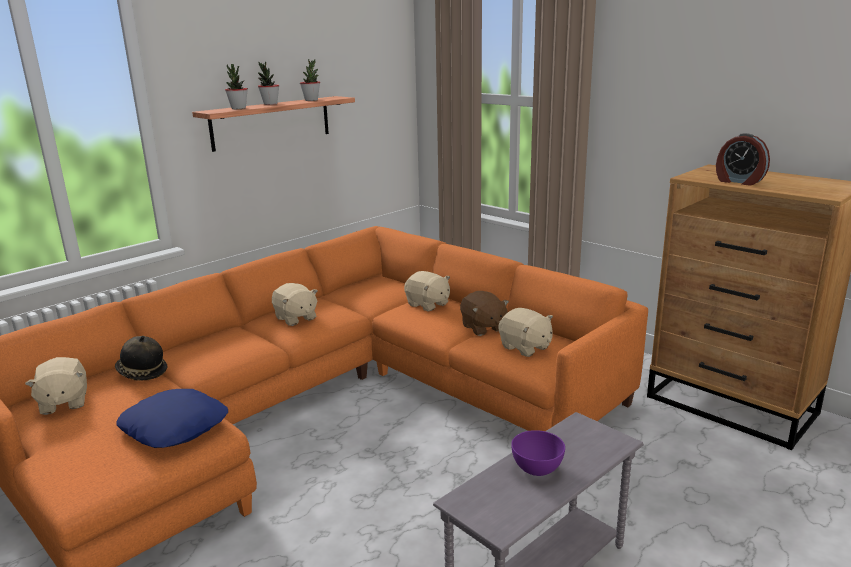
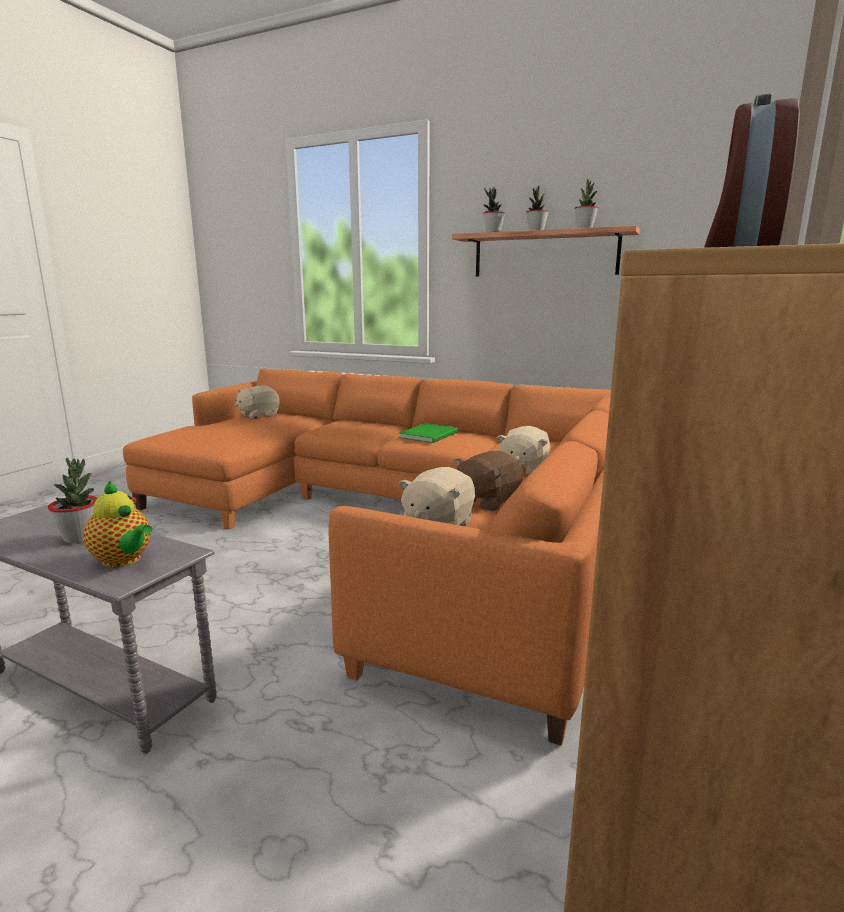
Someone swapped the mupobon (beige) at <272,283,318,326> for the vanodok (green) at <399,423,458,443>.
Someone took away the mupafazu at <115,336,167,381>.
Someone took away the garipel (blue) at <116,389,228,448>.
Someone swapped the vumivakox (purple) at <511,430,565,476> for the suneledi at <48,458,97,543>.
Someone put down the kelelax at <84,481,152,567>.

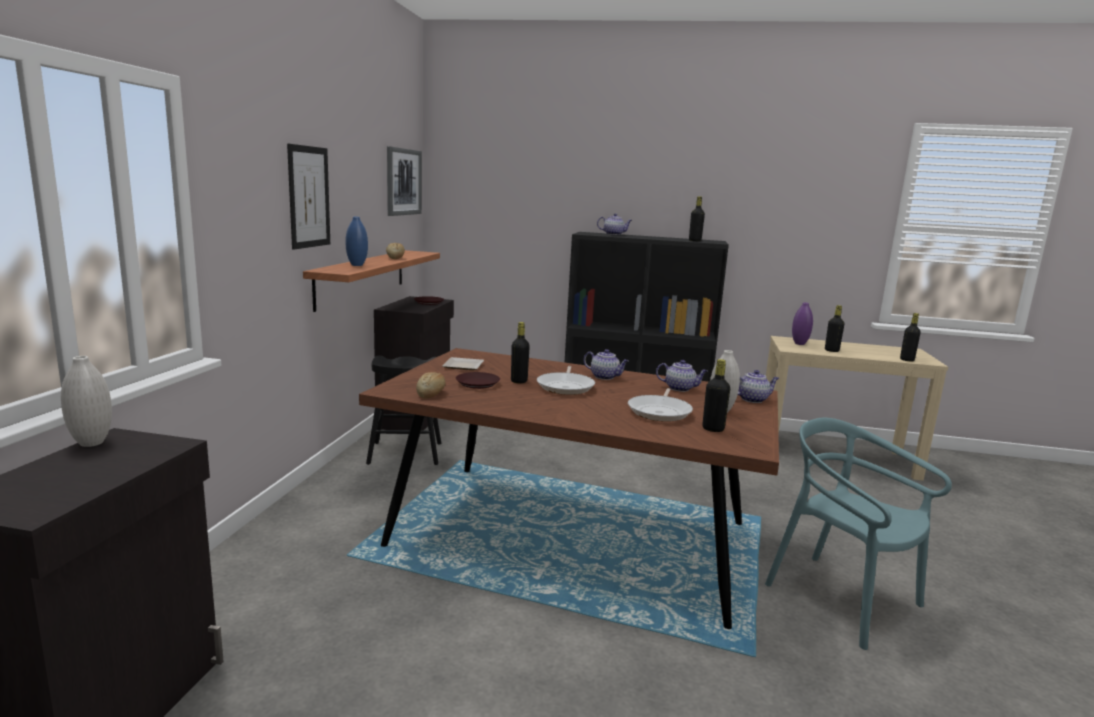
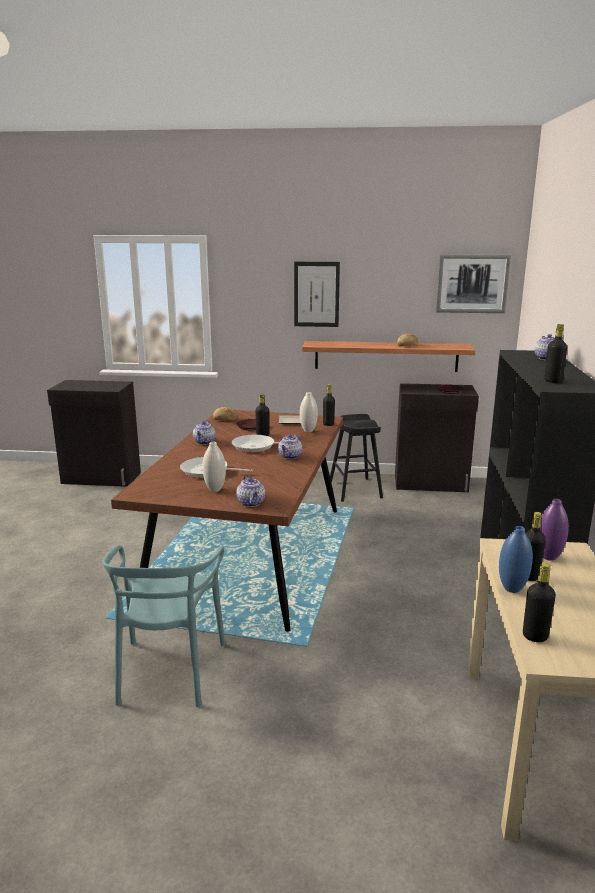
Someone carried the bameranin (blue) from <345,217,368,266> to <499,526,533,593>.
Someone carried the bameranin (white) from <61,356,112,447> to <300,392,318,432>.
Someone carried the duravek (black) from <703,359,730,432> to <323,384,335,426>.
Someone carried the kelelax from <656,360,708,392> to <193,421,216,445>.
Someone rotated the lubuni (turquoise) at <765,418,952,650> by 135 degrees clockwise.

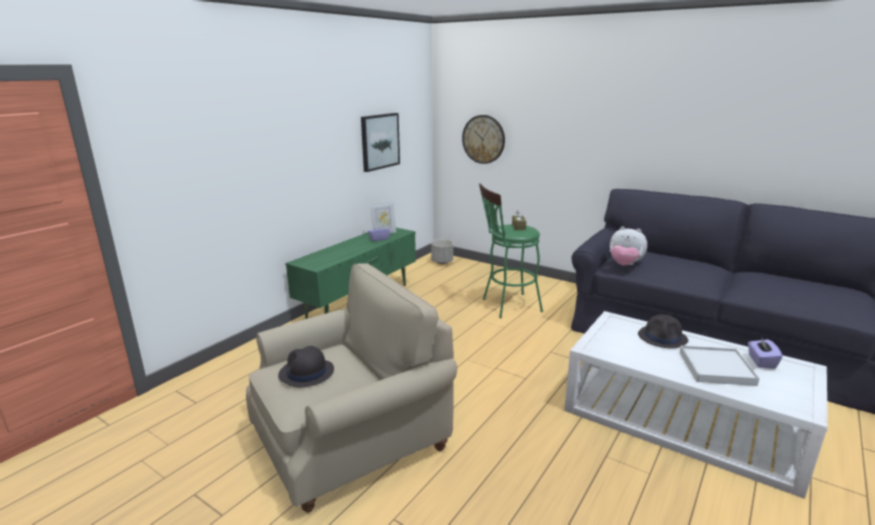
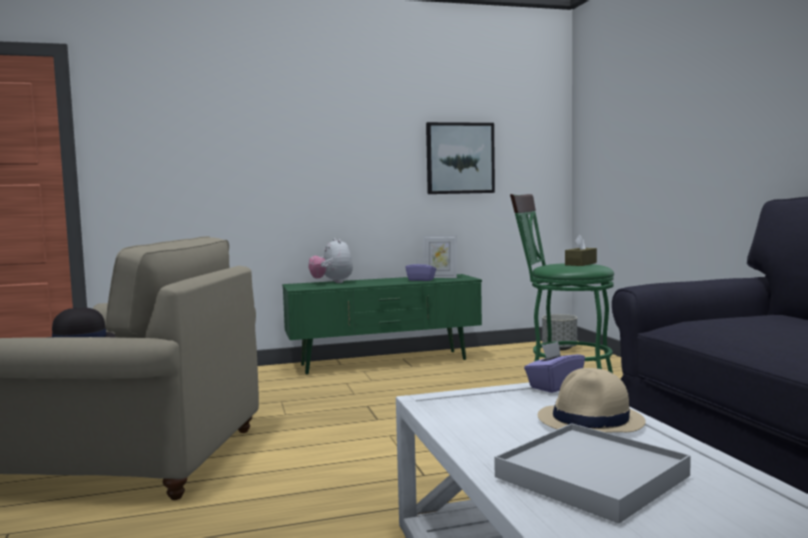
Someone took away the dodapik at <462,115,505,164>.
Someone carried the mupobon from <610,227,647,265> to <308,238,353,283>.
Someone repainted the mupafazu (black) at <638,314,688,349>, which became the mupafazu (beige) at <538,368,646,433>.
Someone carried the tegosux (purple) from <748,337,782,369> to <524,341,585,393>.

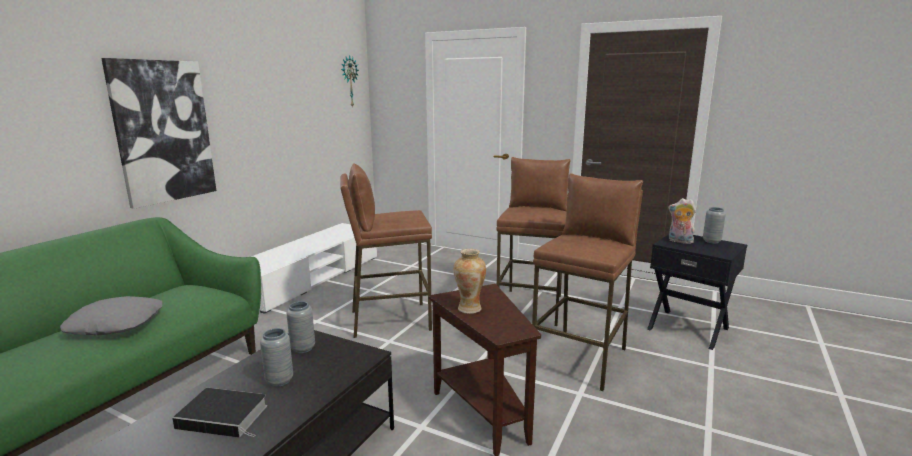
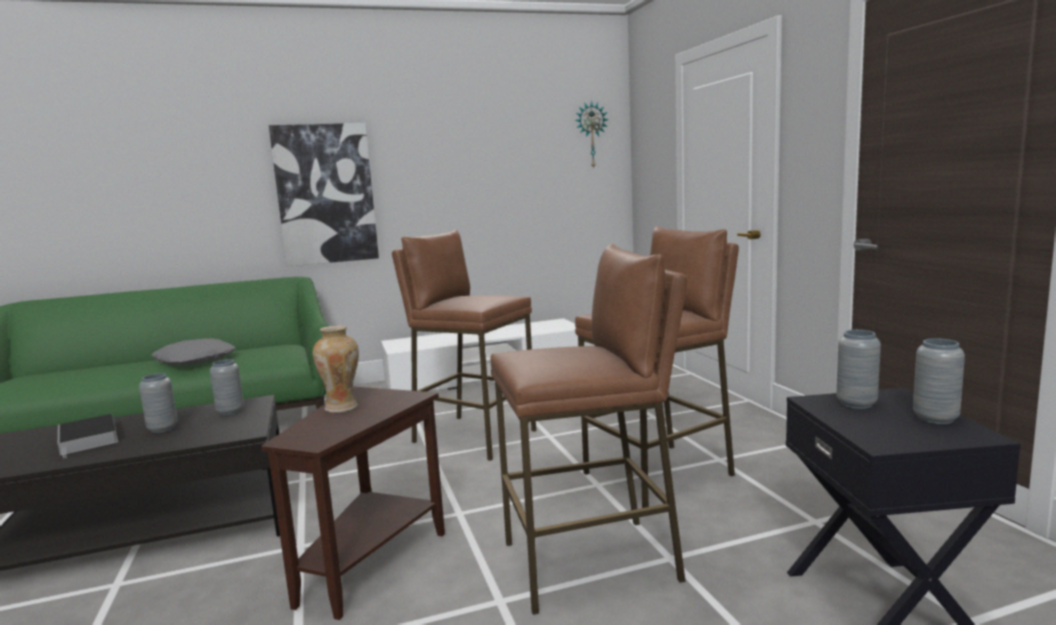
Someone swapped the mupobon at <668,198,696,244> for the bameranin (grey) at <836,330,881,409>.

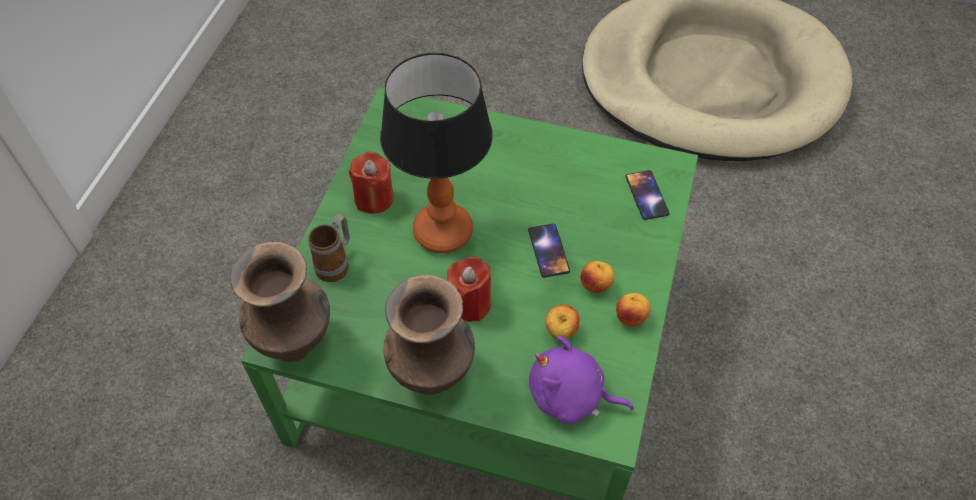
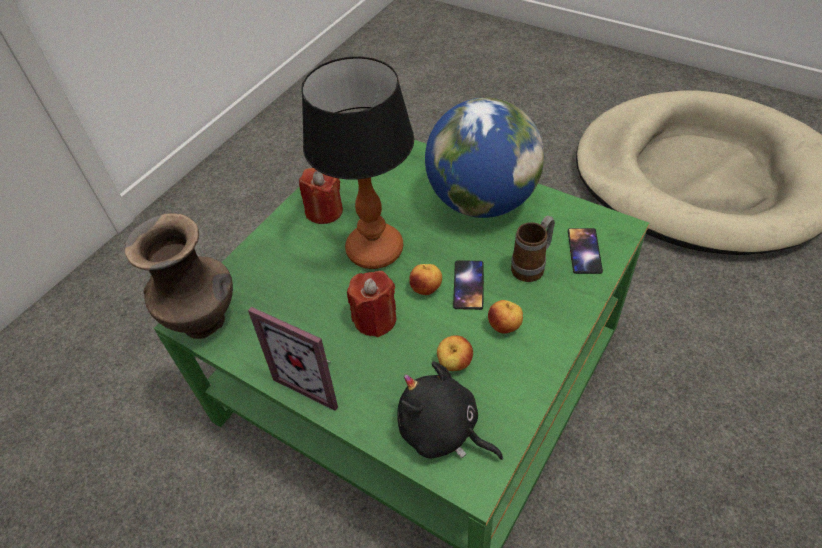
Someone carried the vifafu from <308,214,350,282> to <511,216,555,282>.
Someone swapped the bameranin (brown) at <383,275,475,395> for the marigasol at <248,307,338,411>.
Someone carried the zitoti from <616,293,651,326> to <409,264,442,295>.
Someone repainted the mupobon (purple) at <529,336,634,424>, which became the mupobon (black) at <397,361,503,460>.
Someone put down the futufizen at <425,97,544,218>.

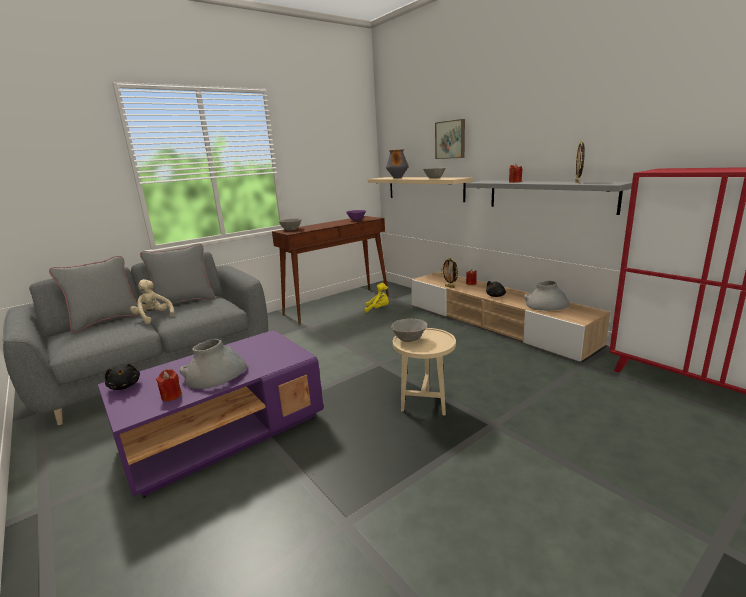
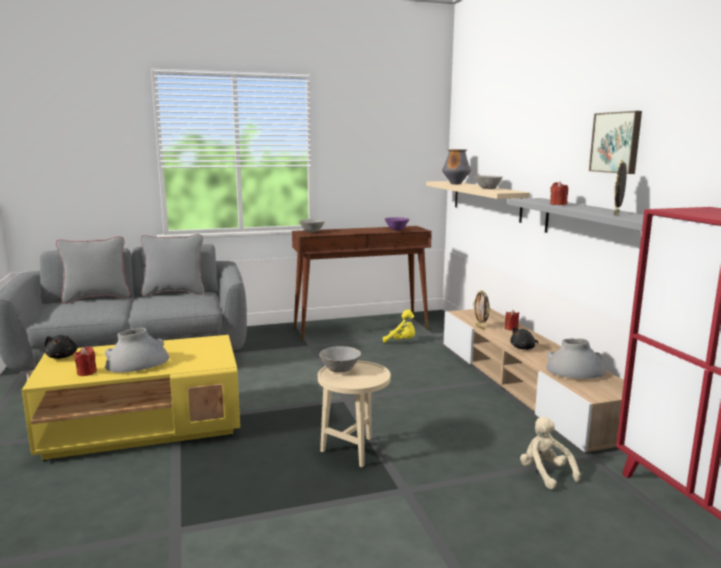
Someone carried the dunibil from <435,119,465,159> to <589,111,642,174>.
Someone carried the mupobon (beige) from <130,279,175,324> to <520,417,581,489>.
Someone repainted the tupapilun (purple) at <98,330,324,498>, which became the tupapilun (yellow) at <22,335,240,461>.

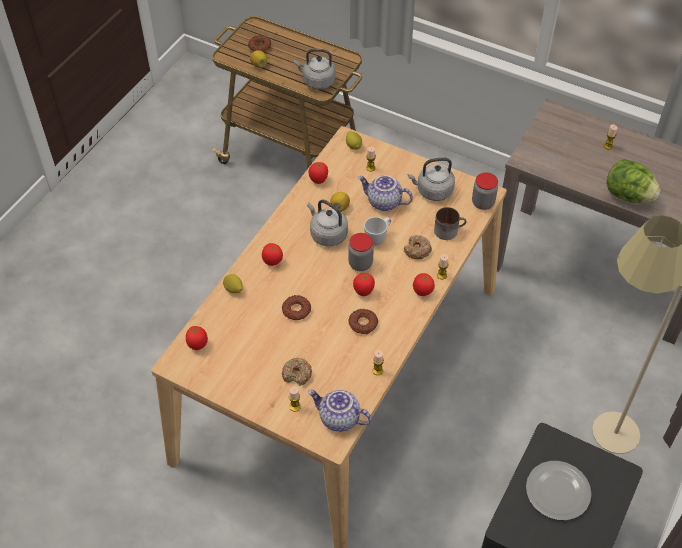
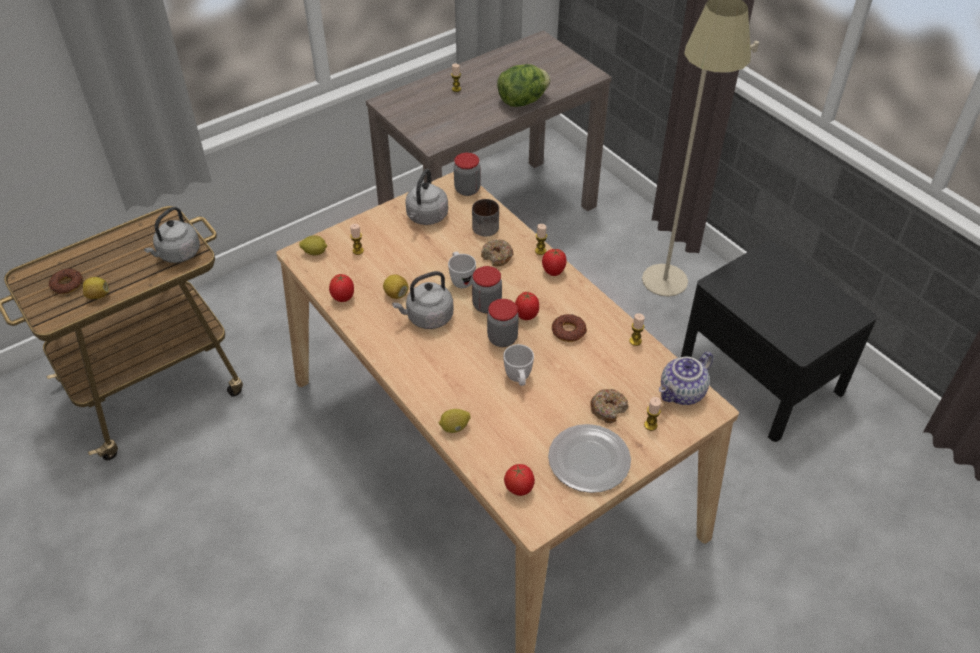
Someone took away the kelelax at <358,175,413,211>.
Someone took away the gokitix at <262,243,283,266>.
Someone swapped the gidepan at <282,295,311,320> for the vifafu (white) at <503,344,534,386>.
Someone carried the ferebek from <526,461,591,520> to <548,424,631,493>.
Someone put down the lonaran at <487,299,519,347>.

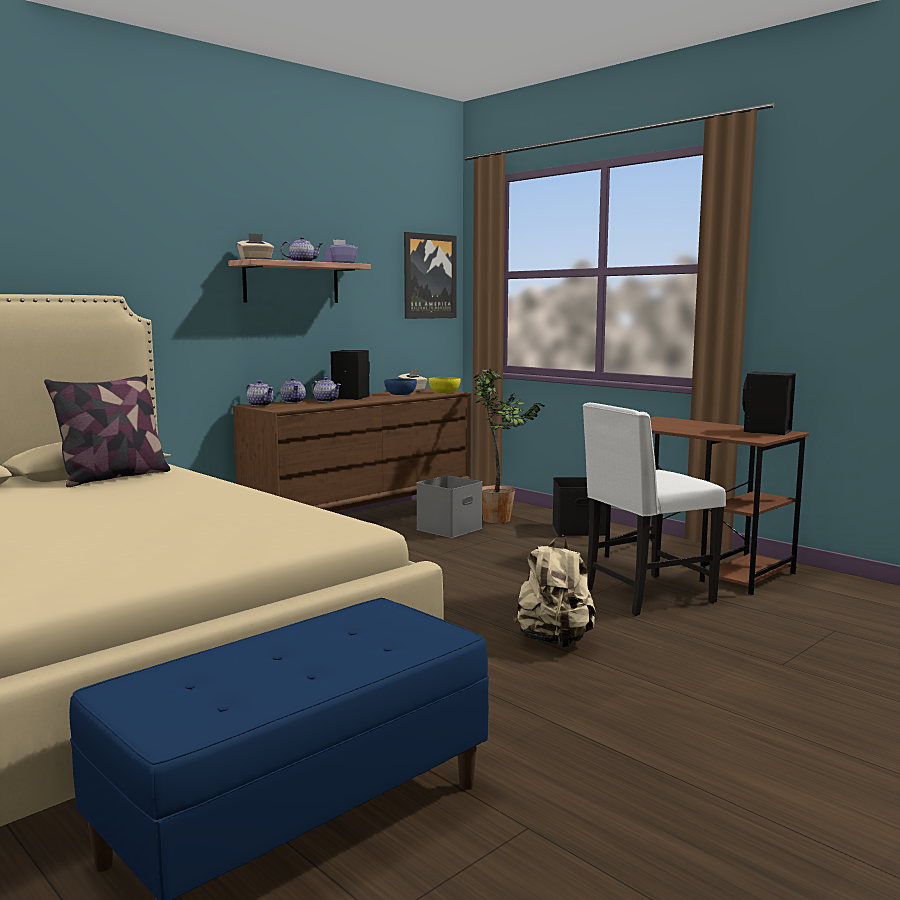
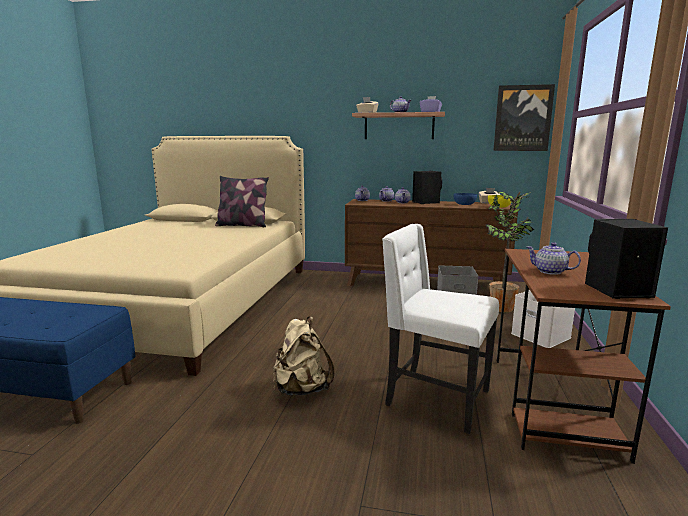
Someone repainted the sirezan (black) at <552,477,606,536>, which became the sirezan (white) at <511,290,575,348>.
Someone put down the kelelax at <526,242,581,275>.

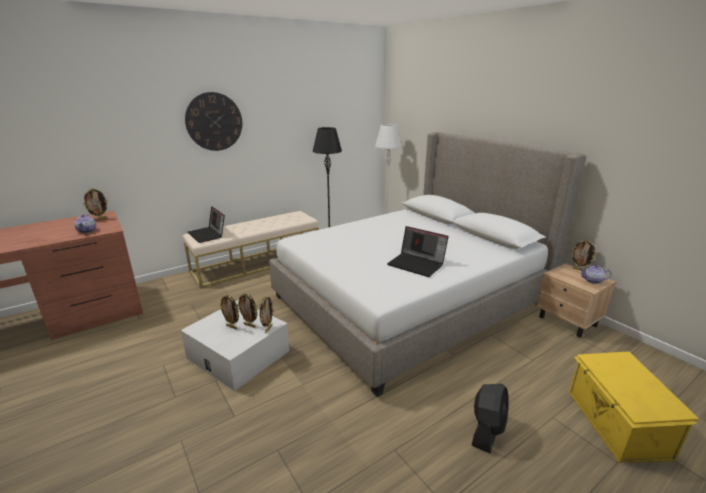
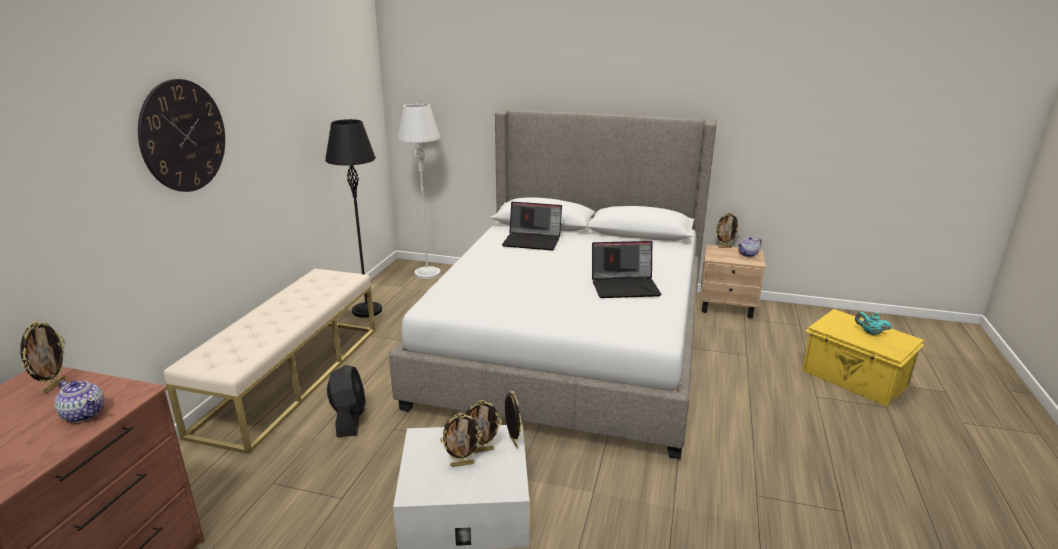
Someone carried the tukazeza from <188,206,225,243> to <502,202,562,250>.
Someone carried the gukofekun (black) from <471,384,508,453> to <327,365,366,437>.
Someone put down the kelelax (turquoise) at <855,312,892,335>.

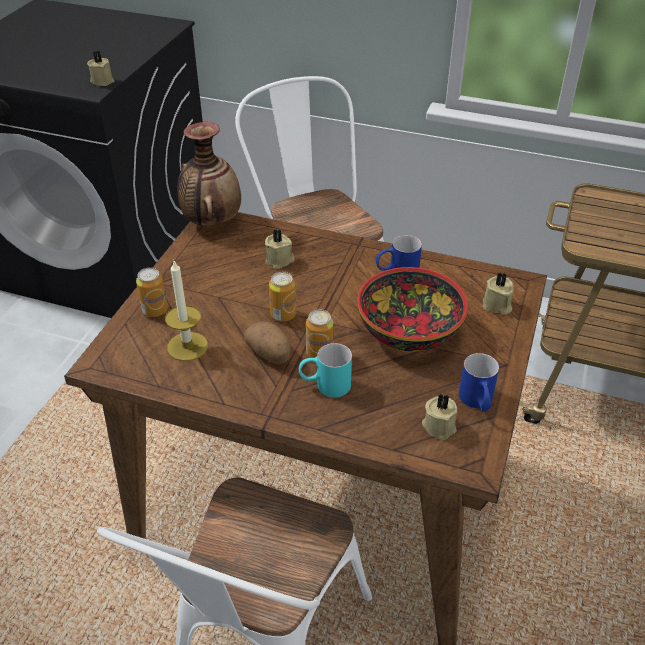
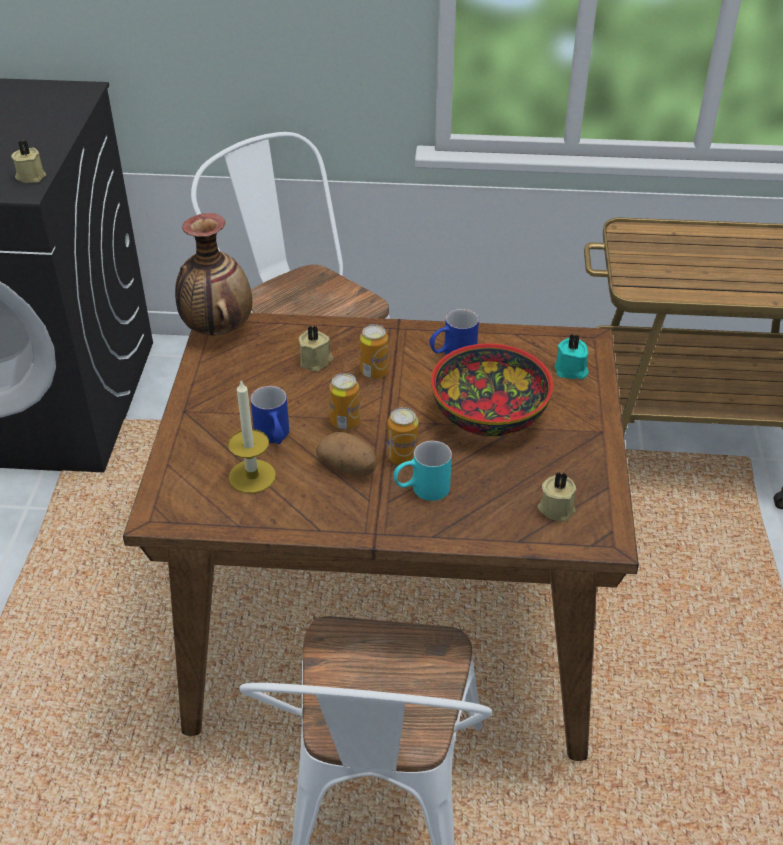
Someone carried the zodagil from <136,268,168,317> to <360,324,389,379>.
Someone repainted the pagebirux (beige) at <483,272,514,315>, which became the pagebirux (turquoise) at <554,334,589,379>.
Someone carried the vifafu (blue) from <459,353,499,412> to <250,386,289,444>.

